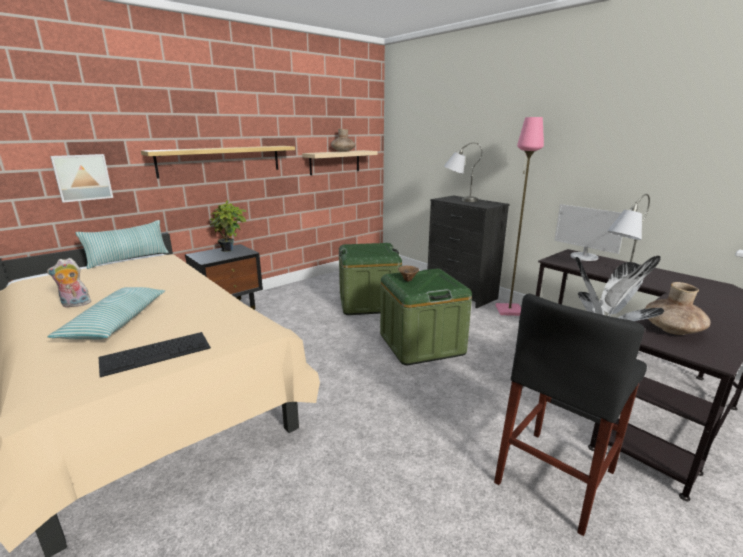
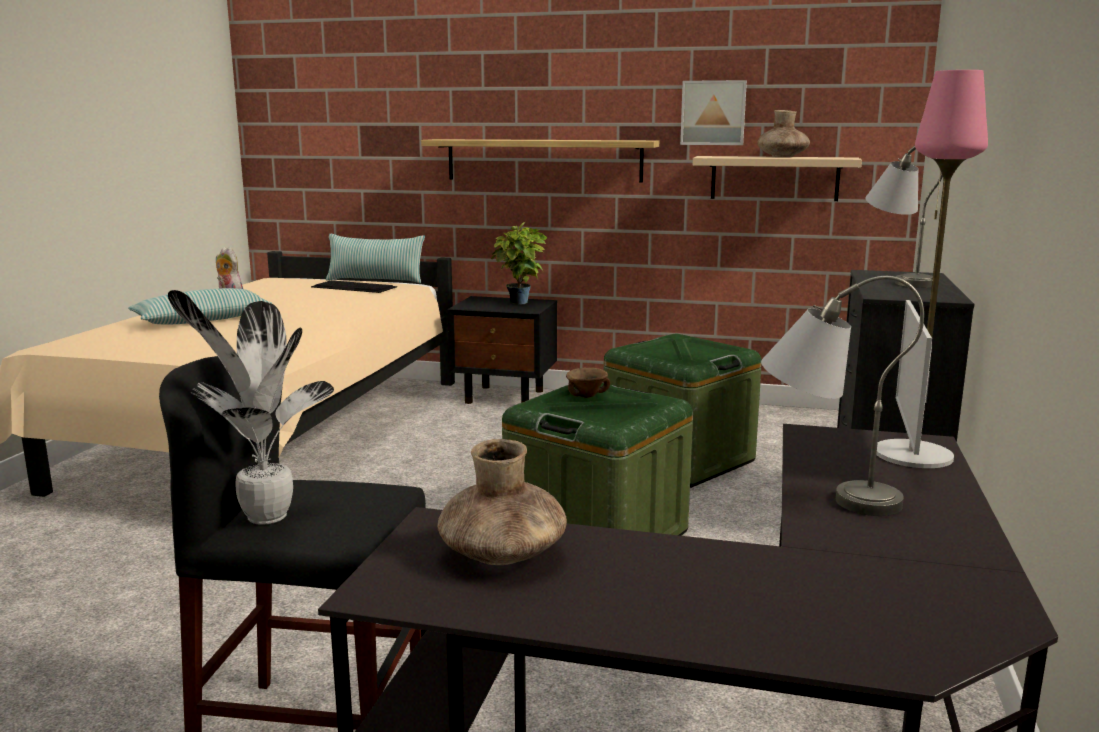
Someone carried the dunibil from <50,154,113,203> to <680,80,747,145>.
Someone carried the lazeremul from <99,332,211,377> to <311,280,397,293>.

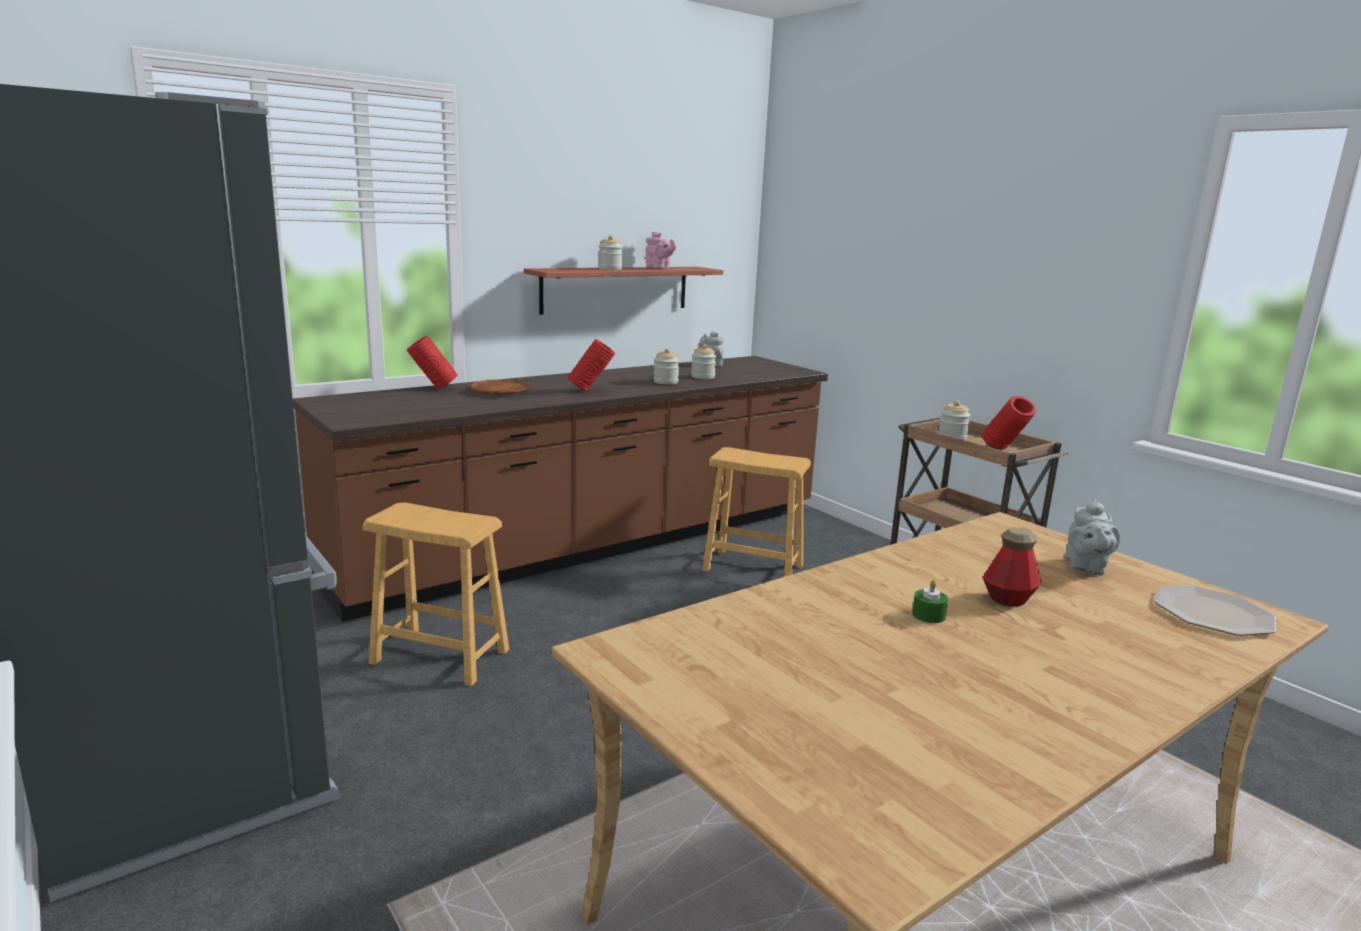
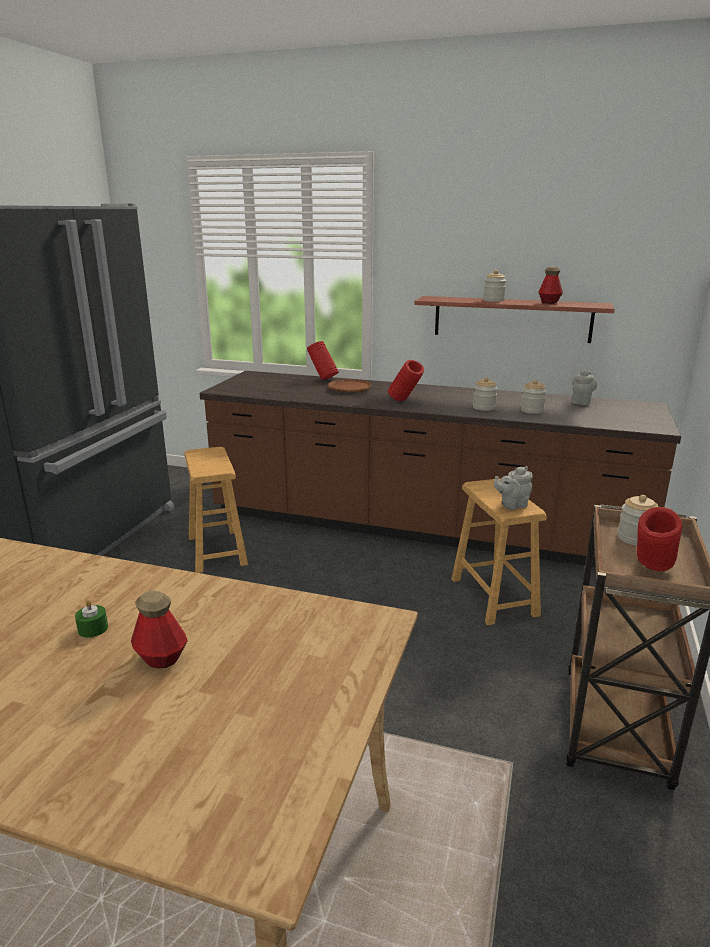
Someone swapped the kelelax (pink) at <645,231,677,269> for the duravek at <538,267,563,304>.
Someone carried the kelelax (grey) from <1065,500,1120,576> to <494,466,533,510>.
Someone took away the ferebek at <1154,585,1276,636>.

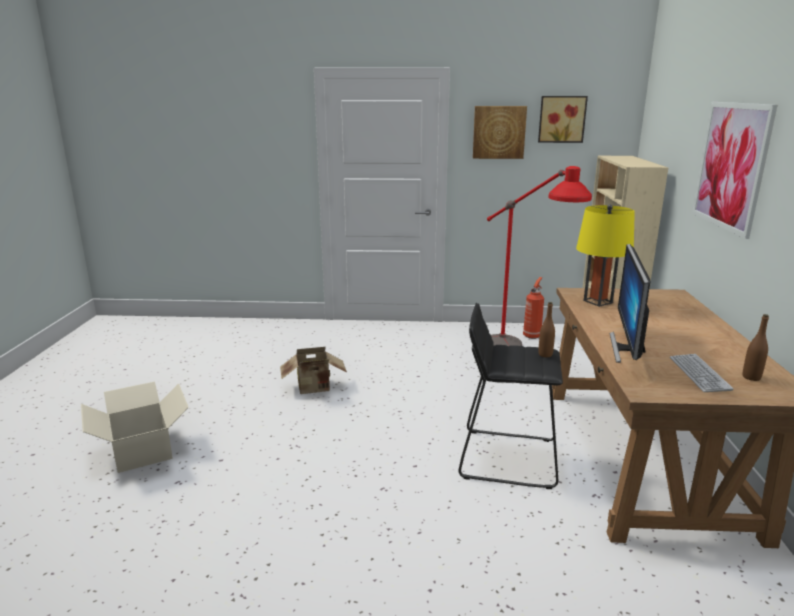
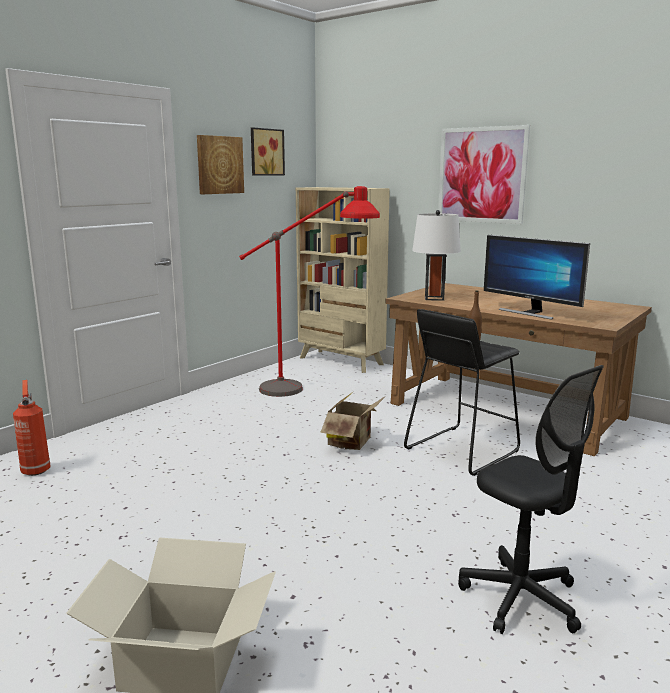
Someone repainted the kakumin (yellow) at <576,204,635,307>, which became the kakumin (white) at <412,210,461,301>.
Someone carried the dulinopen from <523,277,544,339> to <13,380,50,476>.
Someone took away the duravek (brown) at <742,314,769,381>.
Someone carried the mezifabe from <280,347,347,394> to <320,392,386,450>.
Someone took away the lazeremul at <670,354,734,392>.
Someone put down the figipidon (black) at <458,365,604,634>.

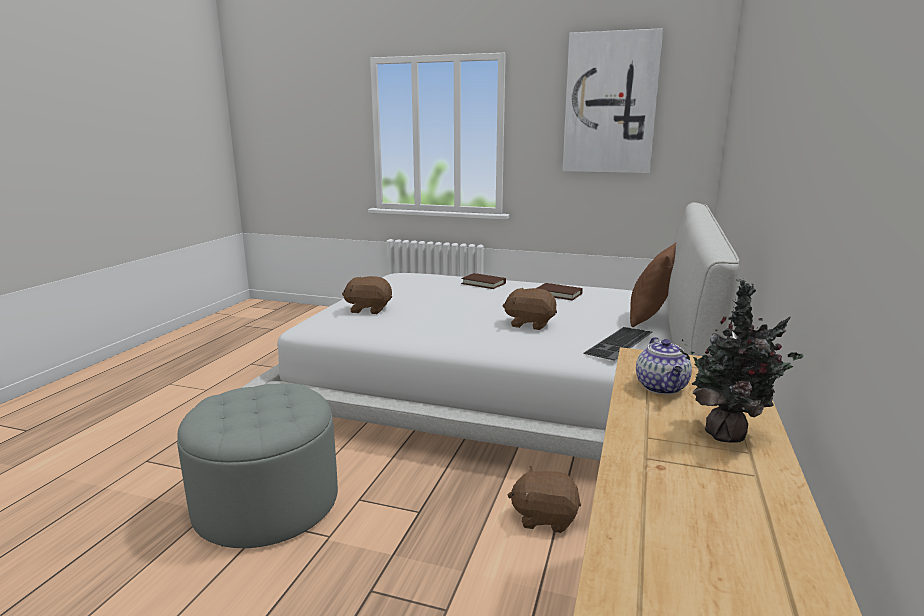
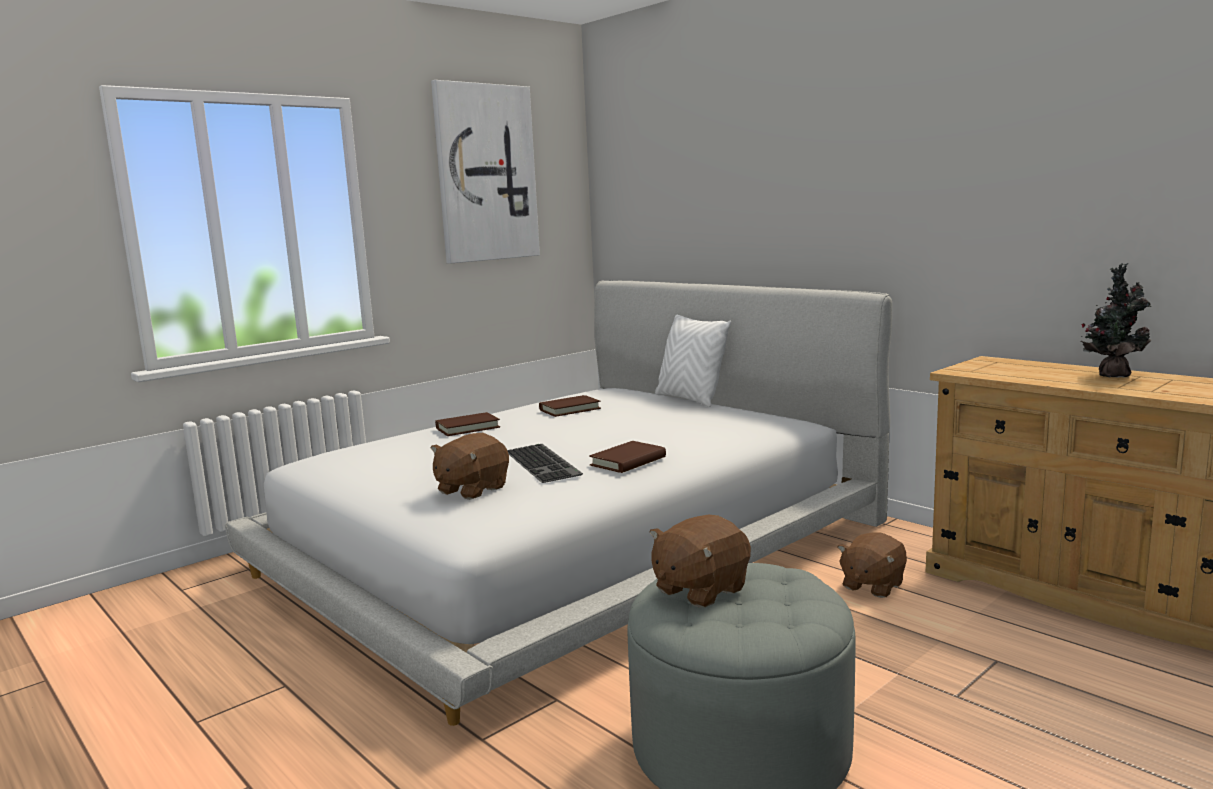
Someone repainted the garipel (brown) at <630,243,676,327>, which became the garipel (white) at <655,315,731,407>.
Someone carried the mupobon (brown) from <502,288,557,330> to <649,515,751,608>.
Someone carried the lazeremul from <583,327,652,361> to <507,444,583,483>.
Someone took away the kelelax at <636,337,692,395>.
Someone put down the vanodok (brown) at <589,441,666,473>.

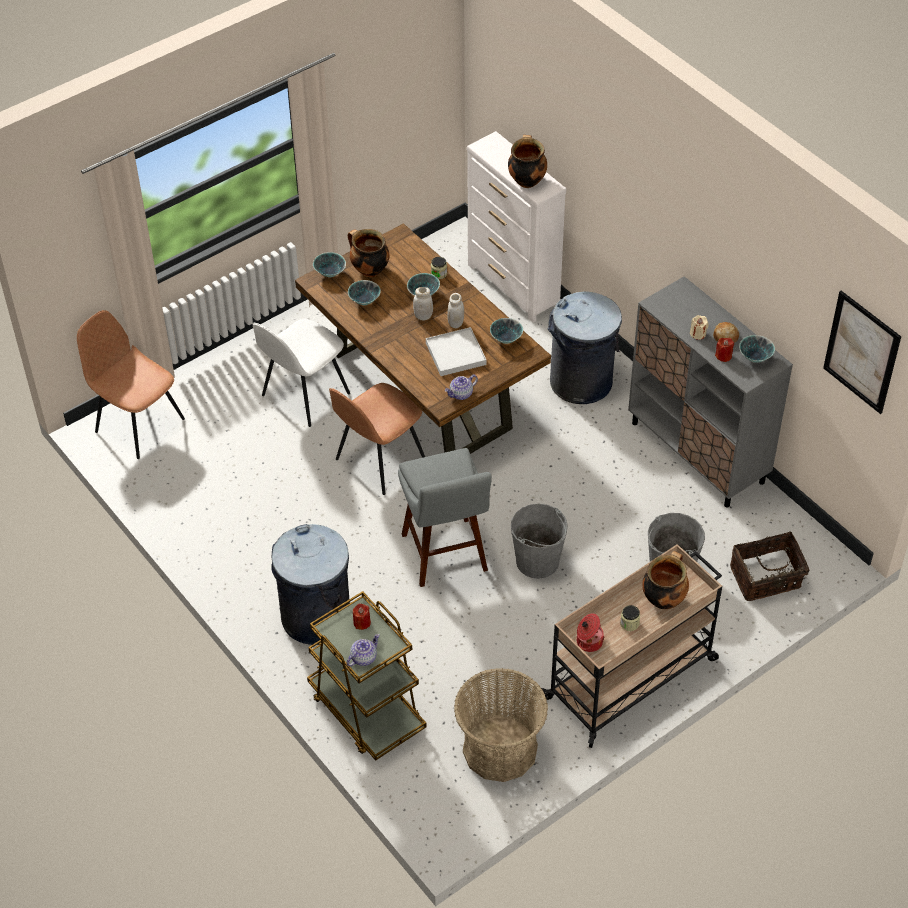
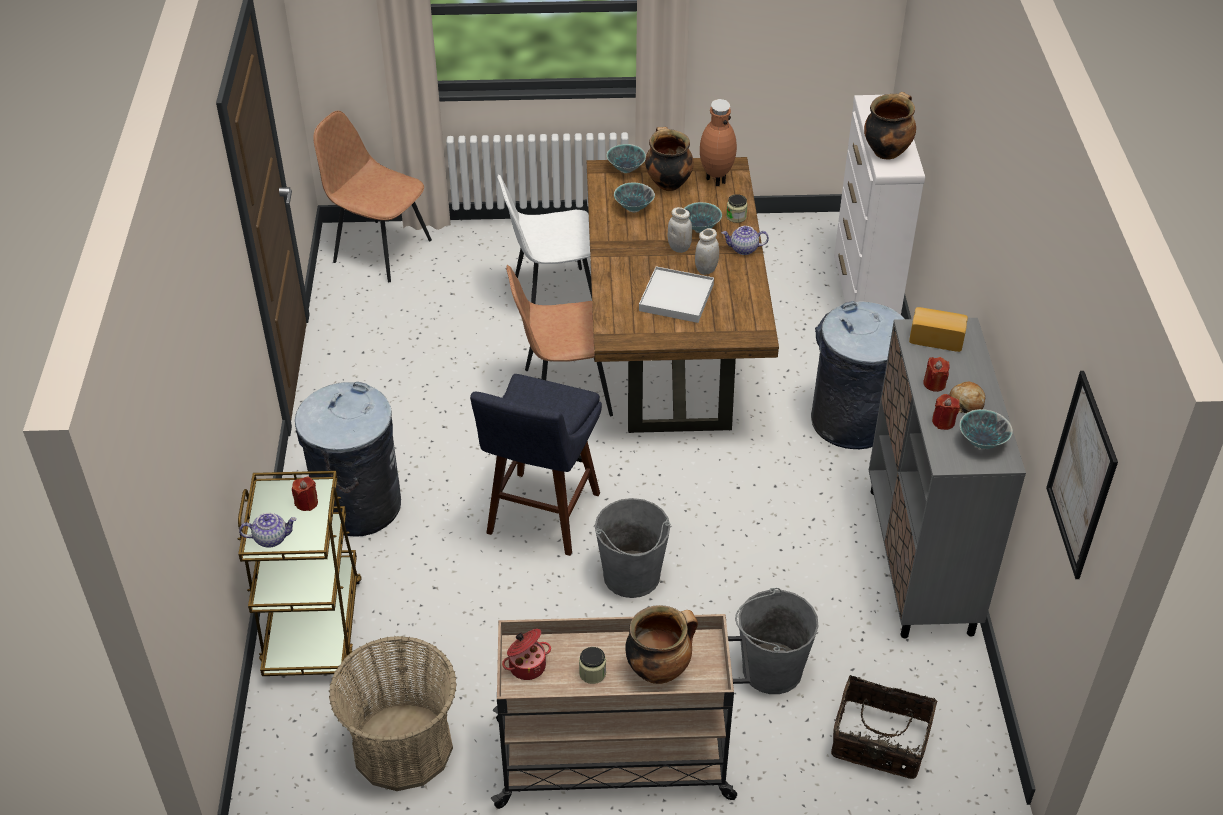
Someone rotated the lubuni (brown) at <77,310,185,459> by 45 degrees counterclockwise.
Someone repainted the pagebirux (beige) at <690,315,709,340>, which became the pagebirux (red) at <923,357,950,392>.
Someone took away the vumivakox at <490,318,523,344>.
Someone carried the kelelax from <445,375,478,400> to <722,226,769,255>.
Someone repainted the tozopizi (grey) at <398,448,492,587>, which became the tozopizi (blue) at <470,374,602,556>.
Someone put down the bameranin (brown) at <700,99,737,186>.
Someone put down the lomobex at <909,307,968,352>.

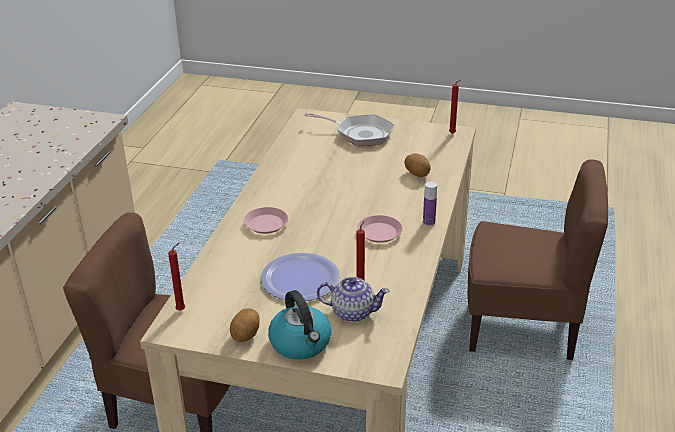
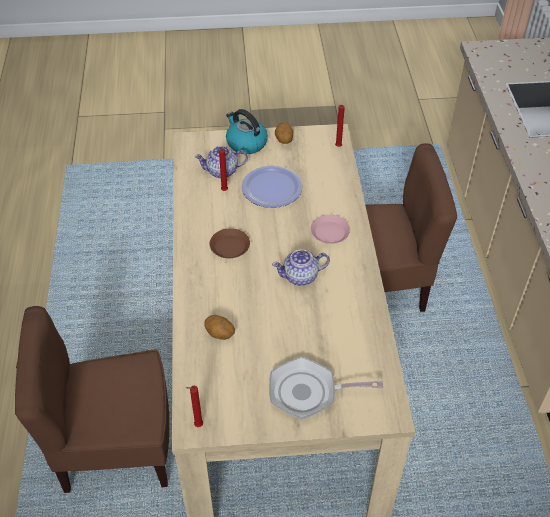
Someone took away the duravek at <423,182,437,226>.
Someone repainted the ferebek (pink) at <357,215,403,243>, which became the ferebek (brown) at <210,228,250,258>.
Someone put down the kelelax at <272,249,330,286>.

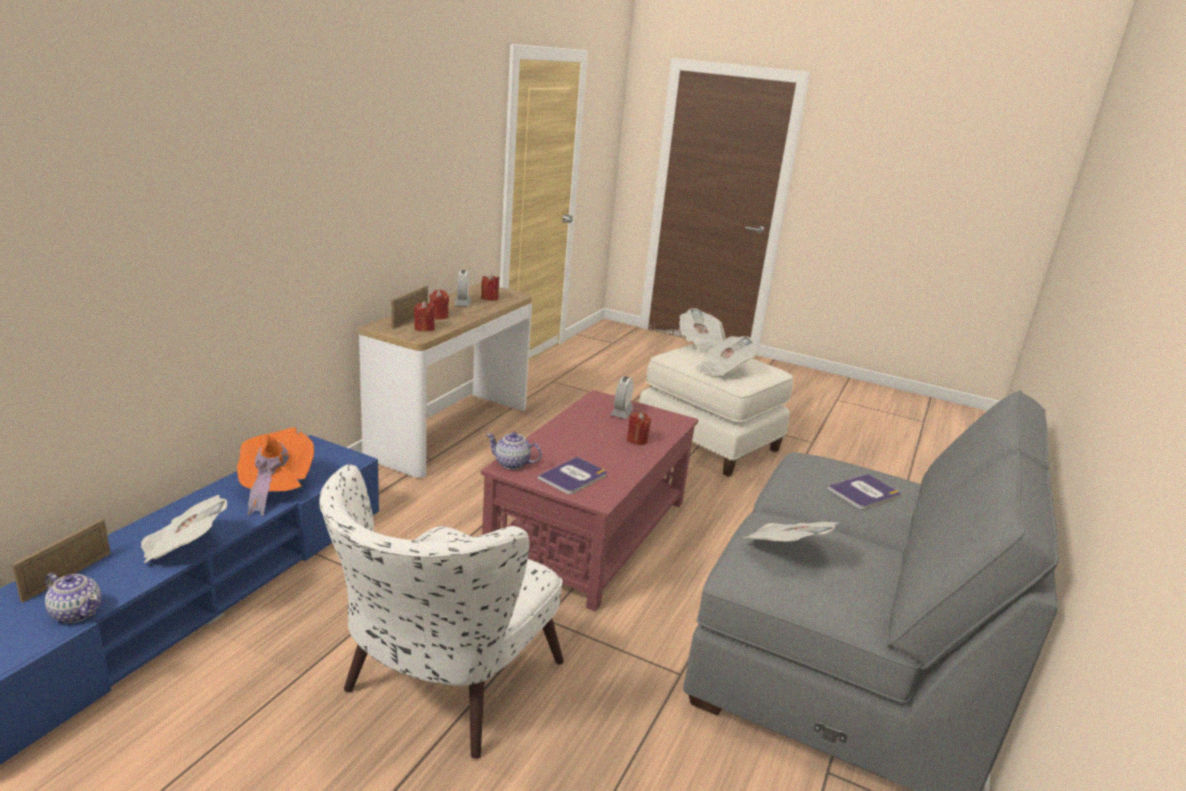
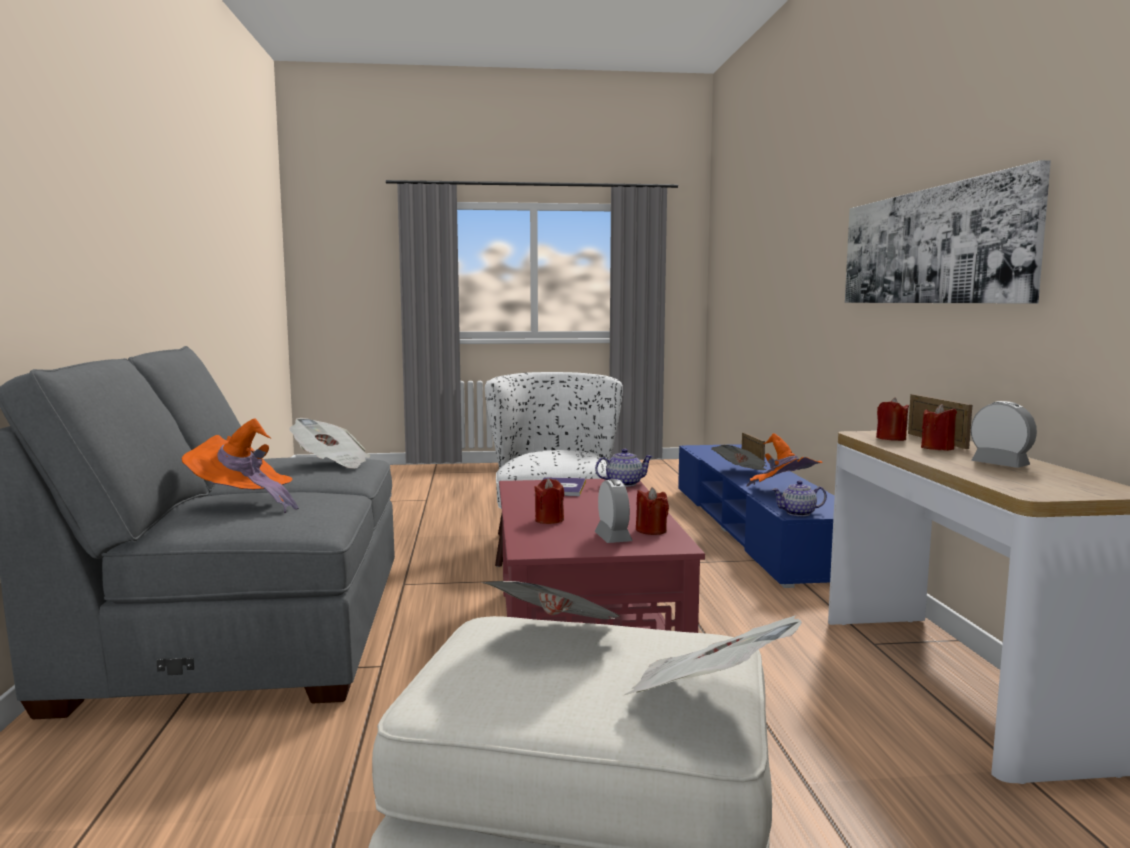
Someone carried the pagebirux (red) from <481,274,499,301> to <636,487,669,535>.
Someone swapped the vanodok at <827,474,900,509> for the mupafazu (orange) at <181,418,299,513>.
Someone carried the kelelax from <45,573,101,623> to <772,480,827,516>.
Someone put up the dunibil at <845,160,1051,303>.

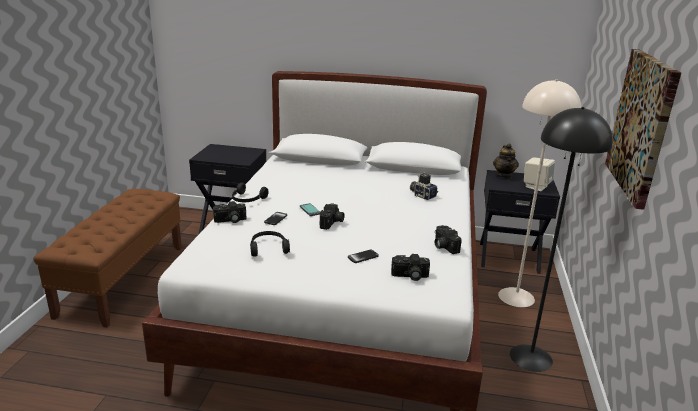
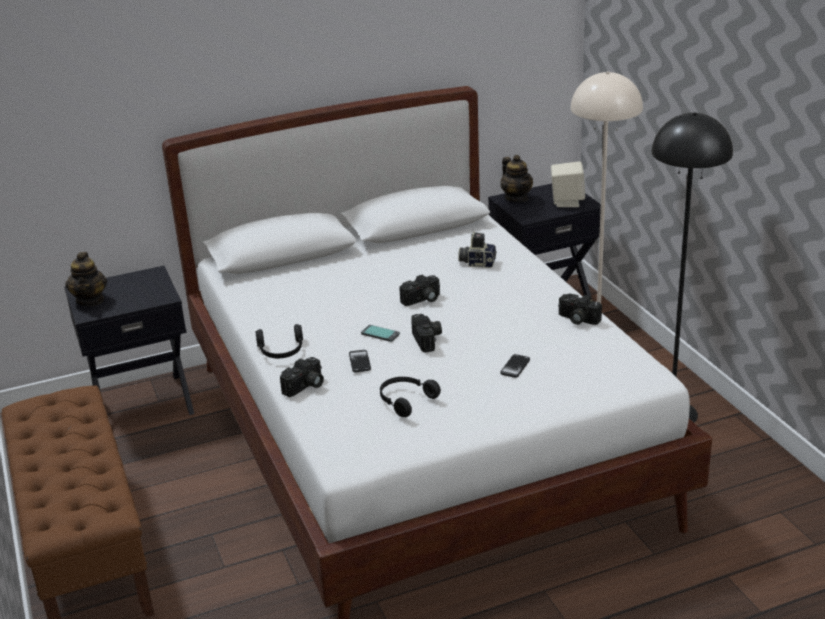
Someone took away the dunibil at <605,49,681,210>.
Someone carried the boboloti from <391,254,430,281> to <400,275,440,306>.
Someone put down the kelelax at <65,252,107,306>.

